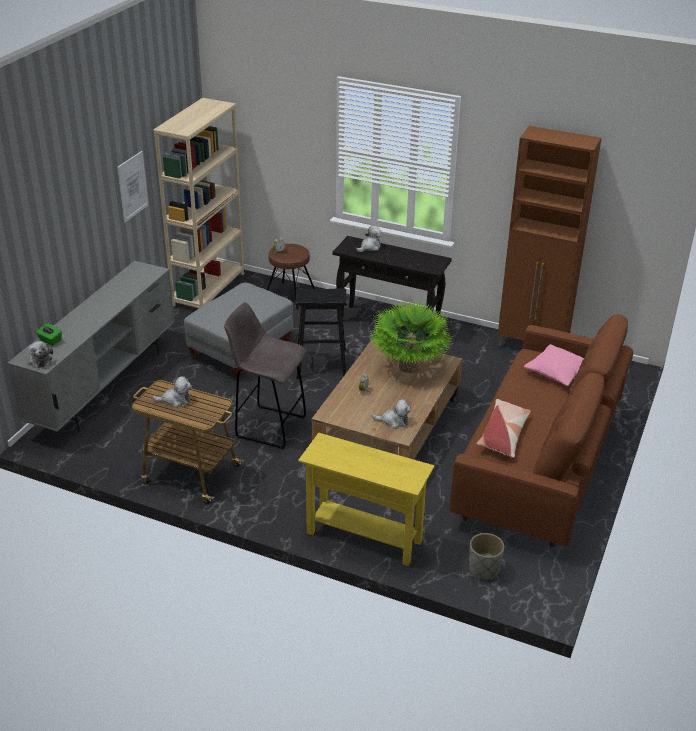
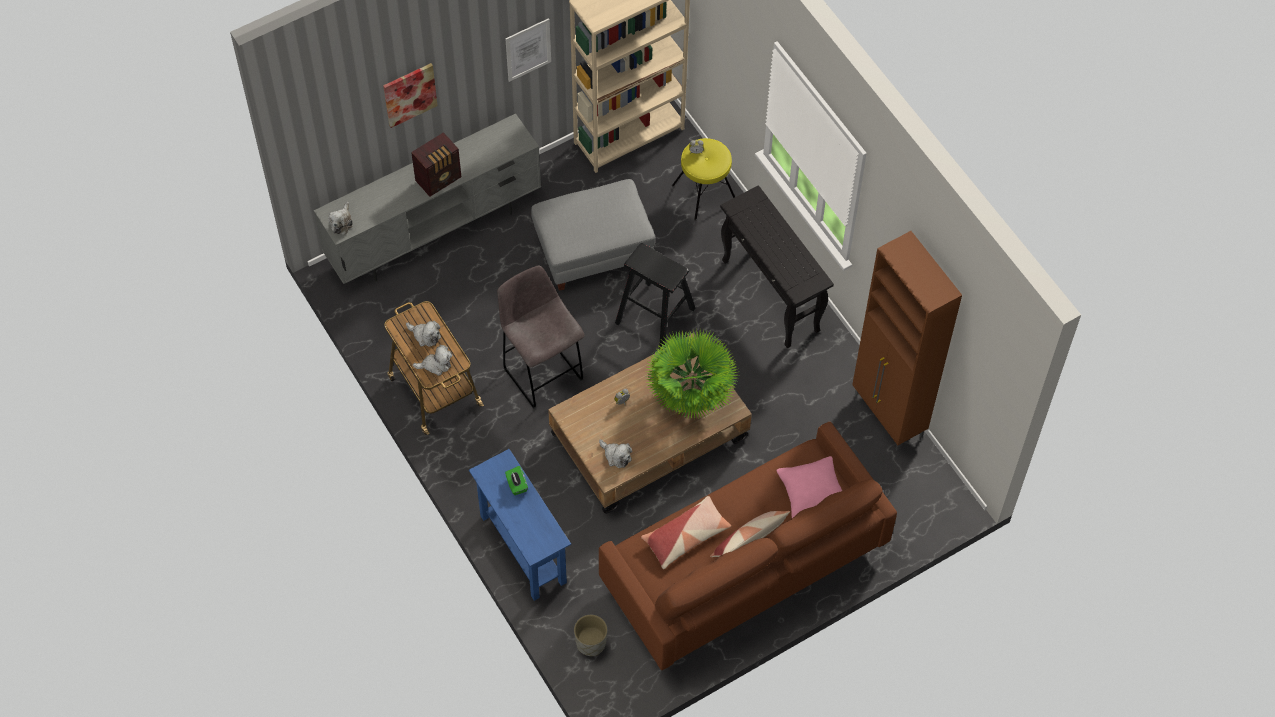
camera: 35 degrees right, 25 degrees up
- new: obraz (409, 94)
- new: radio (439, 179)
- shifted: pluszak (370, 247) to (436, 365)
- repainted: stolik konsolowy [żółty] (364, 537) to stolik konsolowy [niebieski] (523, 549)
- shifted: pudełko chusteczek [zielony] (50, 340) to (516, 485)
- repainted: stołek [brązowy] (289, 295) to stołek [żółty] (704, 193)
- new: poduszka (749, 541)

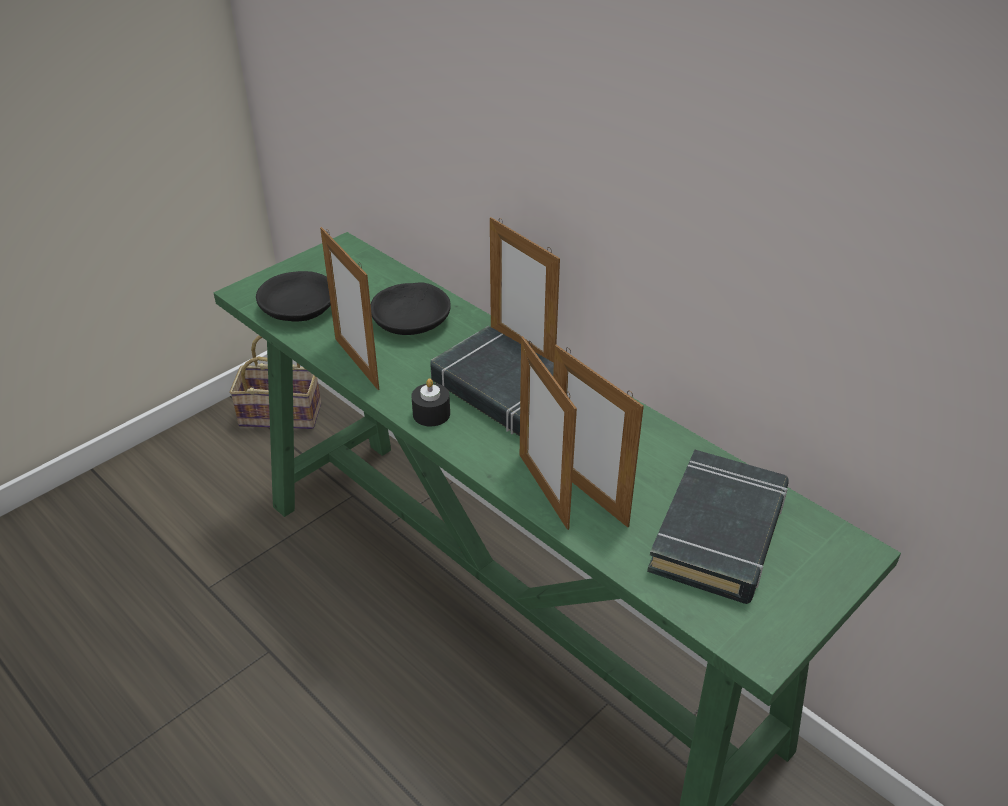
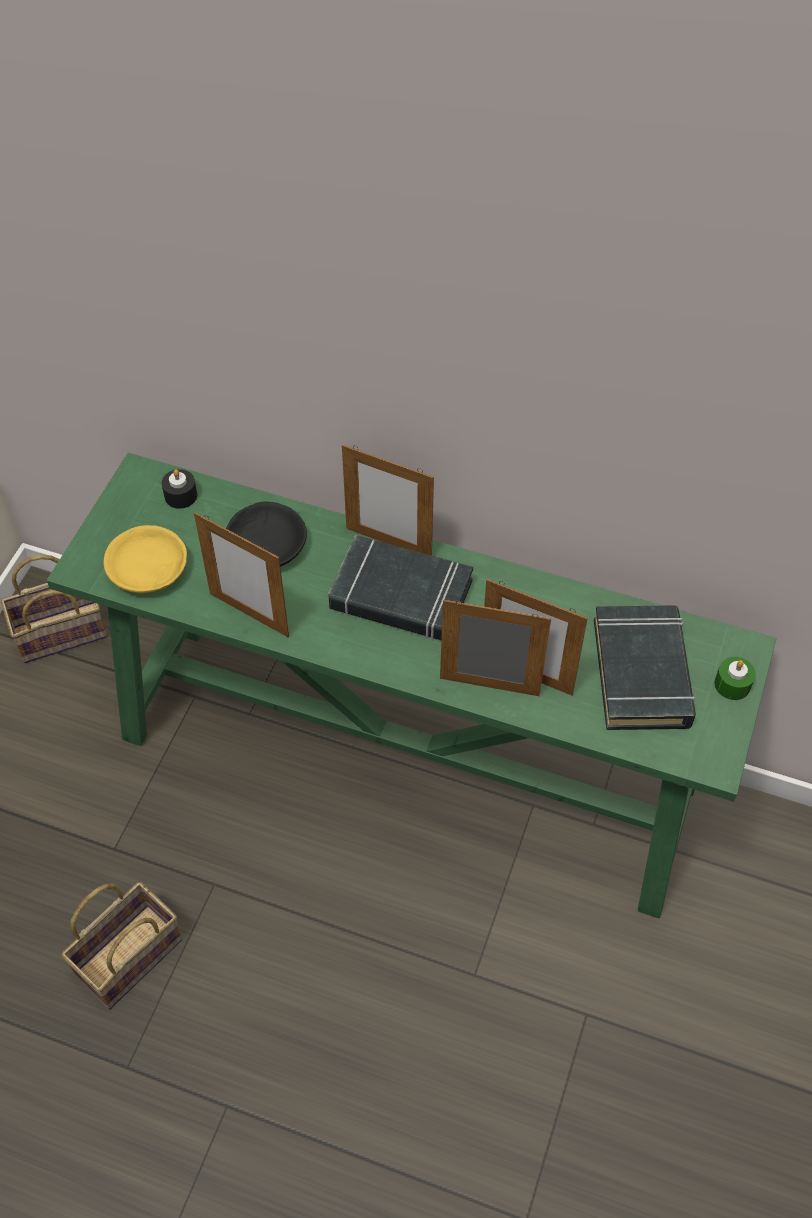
camera: 25 degrees left, 15 degrees up
- new: koszyk (130, 954)
- repainted: miska [czarny] (298, 308) to miska [żółty] (148, 570)
- shifted: świeca [czarny] (431, 414) to (181, 495)
- rotated: ramka na zdjęcie (543, 490) = (489, 686) 150 degrees clockwise
- new: świeca [zielony] (732, 684)

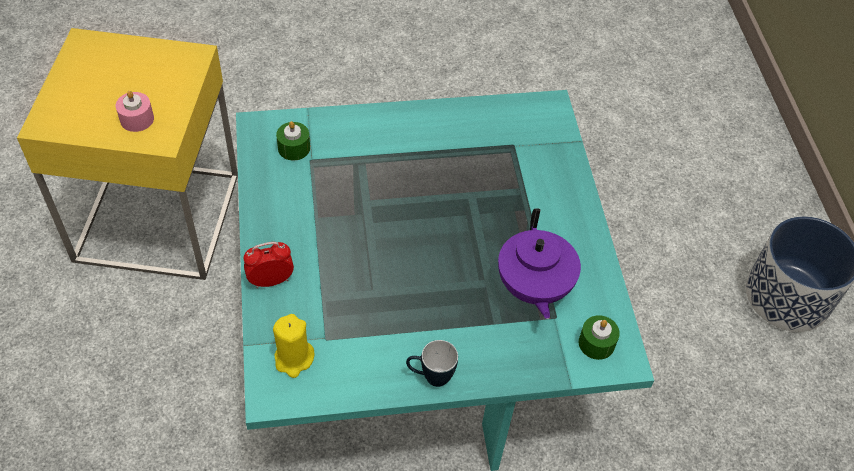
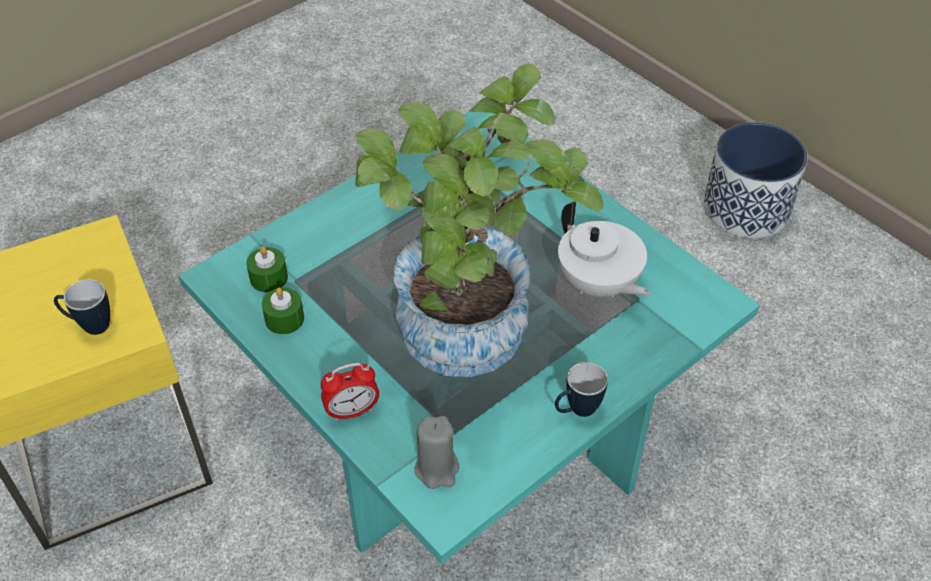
camera: 30 degrees left, 5 degrees down
- swapped: świeca [różowy] (137, 119) to kubek (89, 326)
- shifted: świeca [zielony] (596, 343) to (284, 319)
- rotated: budzik (271, 281) = (352, 411) 150 degrees counterclockwise
- new: roślina doniczkowa (468, 344)
- repainted: świeca [żółty] (294, 359) to świeca [szary] (437, 469)
- repainted: imbryk [fioletowy] (533, 288) to imbryk [biały] (598, 284)

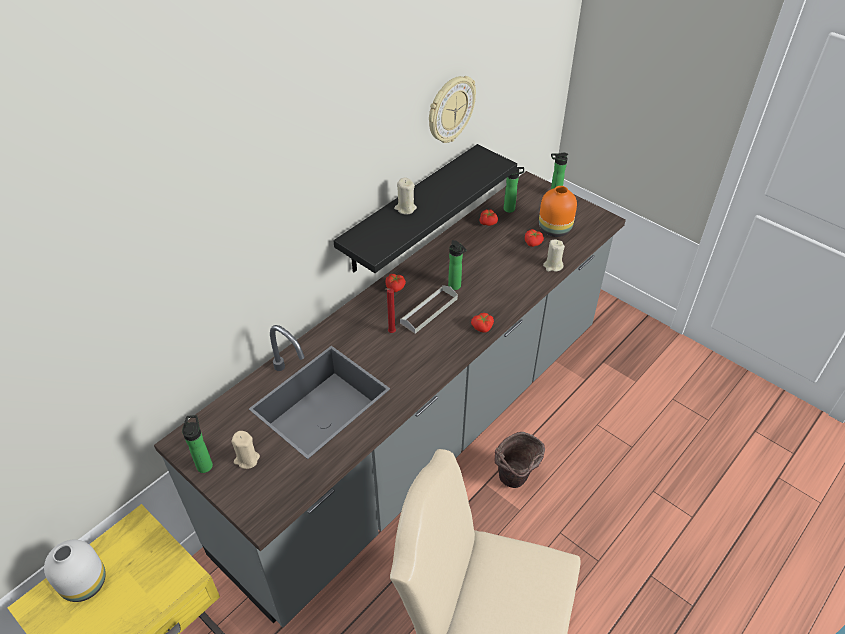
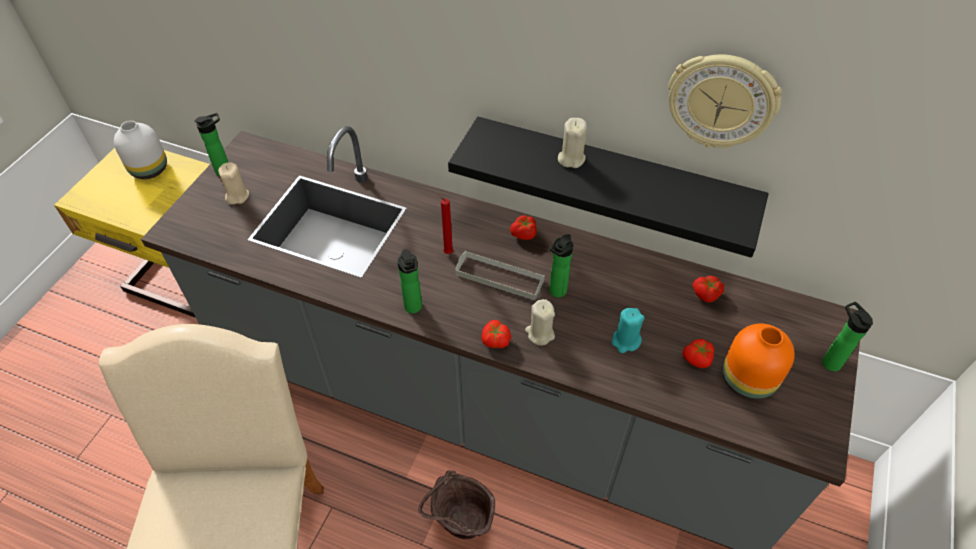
camera: 70 degrees right, 5 degrees up
- shifted: butelka (511, 209) to (414, 308)
- shifted: świeca [beżowy] (553, 266) to (540, 333)
- new: świeca [turkusowy] (625, 341)

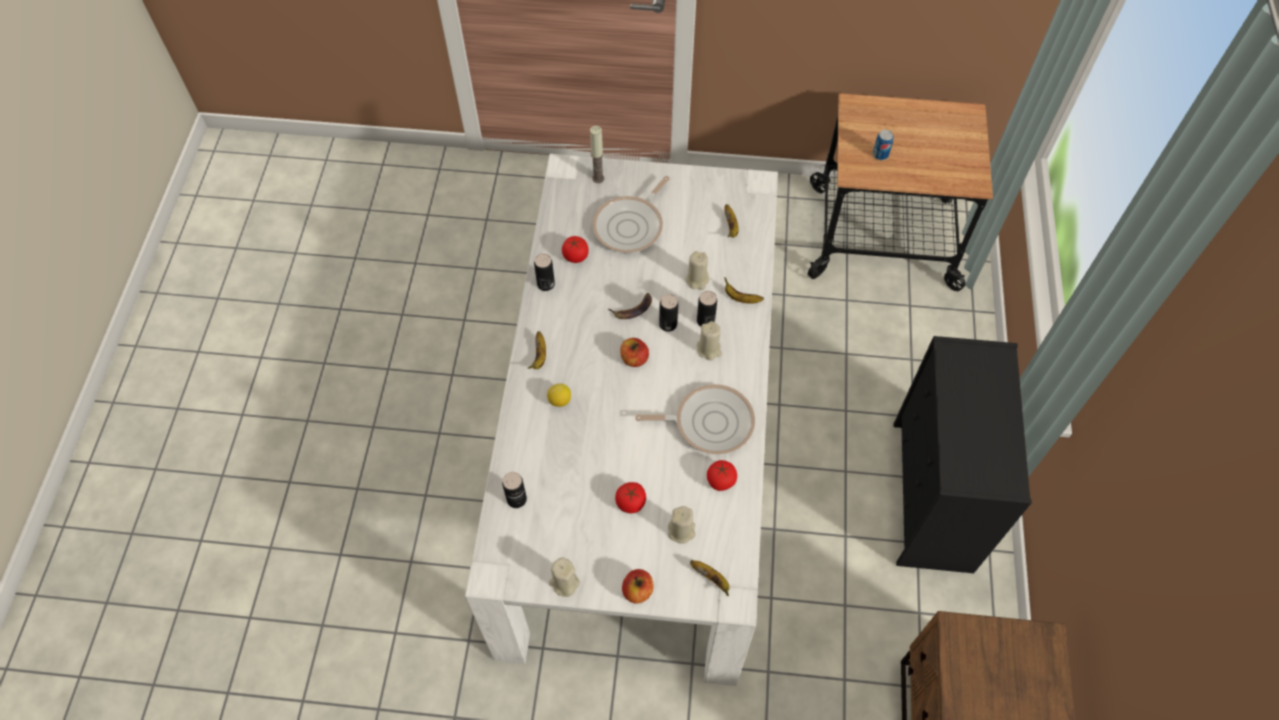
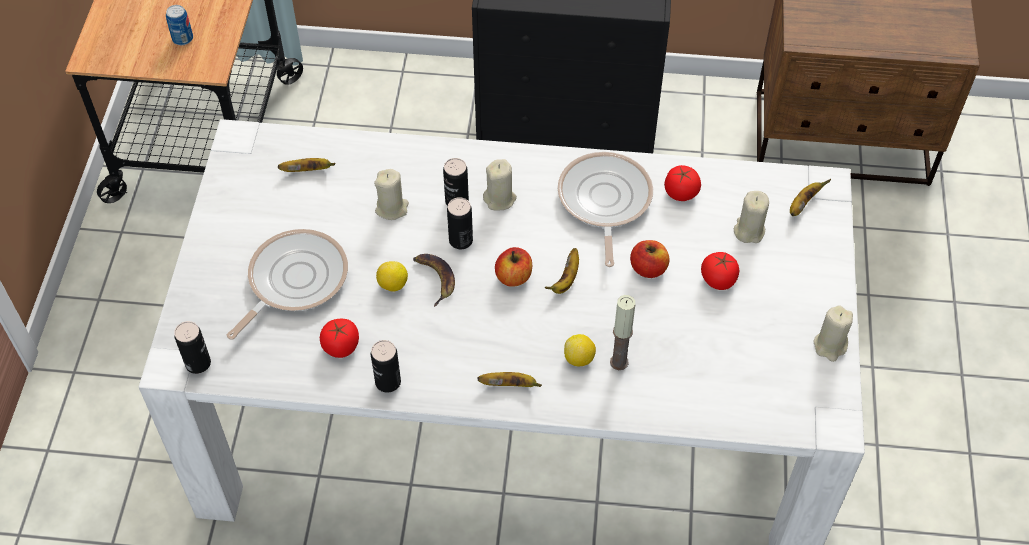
camera: 90 degrees left, 5 degrees down
- shifted: puszka (516, 499) to (198, 363)
- rotated: patelnia (631, 226) = (293, 280) 90 degrees counterclockwise
- new: cytryna (392, 285)
- shifted: banan (741, 298) to (566, 279)
- shifted: świeca (598, 178) to (619, 362)
- shifted: jabłko (638, 591) to (648, 268)

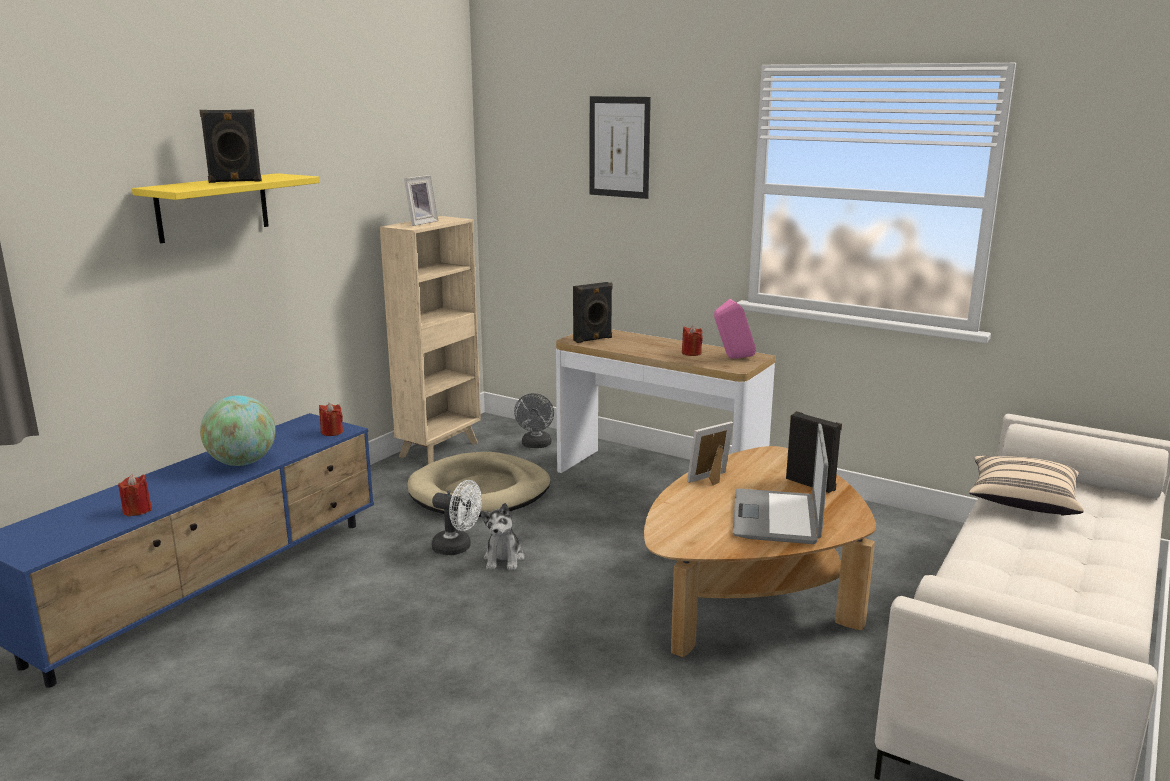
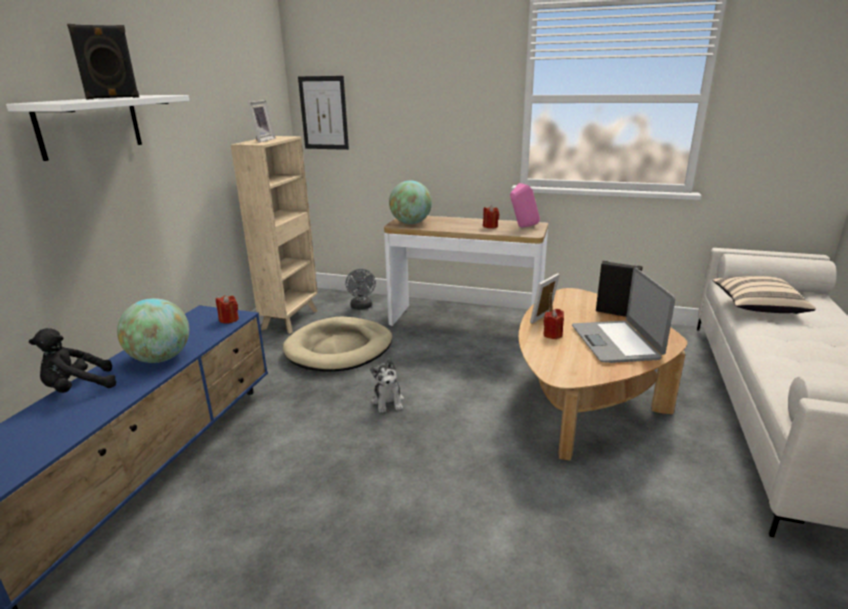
camera: 15 degrees left, 5 degrees up
- repainted: półka [żółty] (213, 207) to półka [biały] (90, 125)
- new: pluszak [czarny] (78, 388)
- shifted: obraz (619, 147) to (324, 113)
- swapped: głośnik [czarny] (593, 339) to globus (411, 223)
- shifted: świeca [czerwony] (137, 510) to (552, 335)
- gone: wentylator [biały] (457, 548)

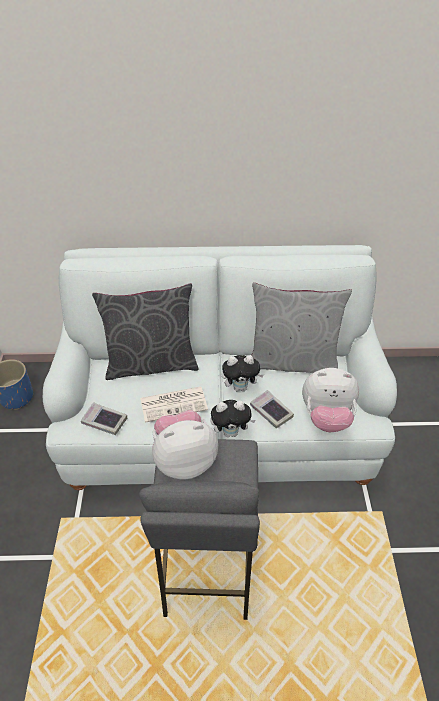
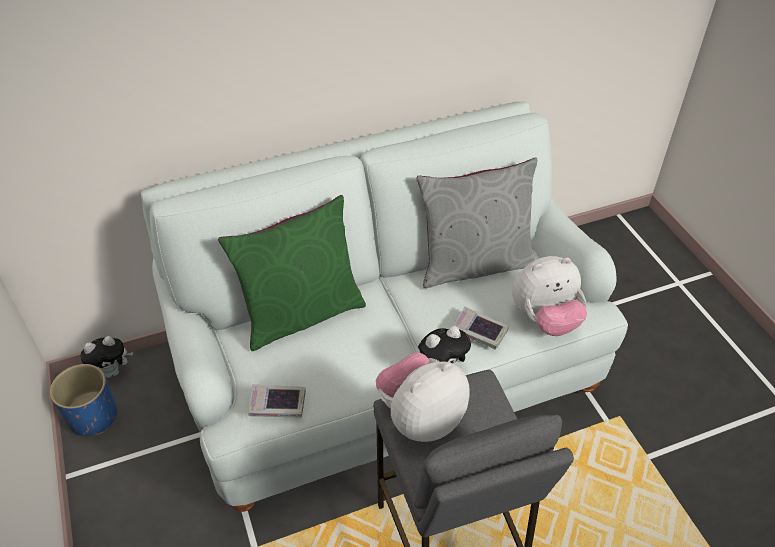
camera: 20 degrees left, 0 degrees up
- shifted: pluszak (240, 387) to (113, 371)
- repainted: poduszka [szary] (151, 363) to poduszka [zielony] (301, 314)
- gone: gazeta (174, 403)

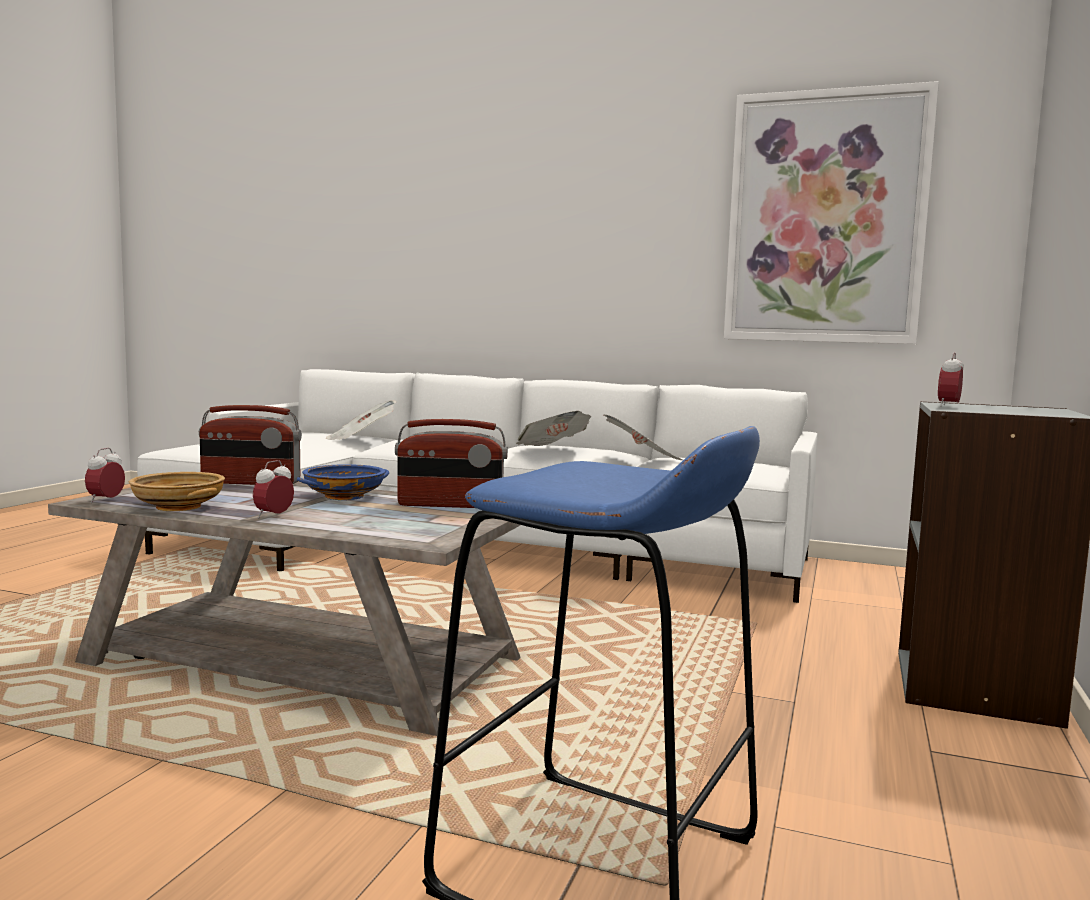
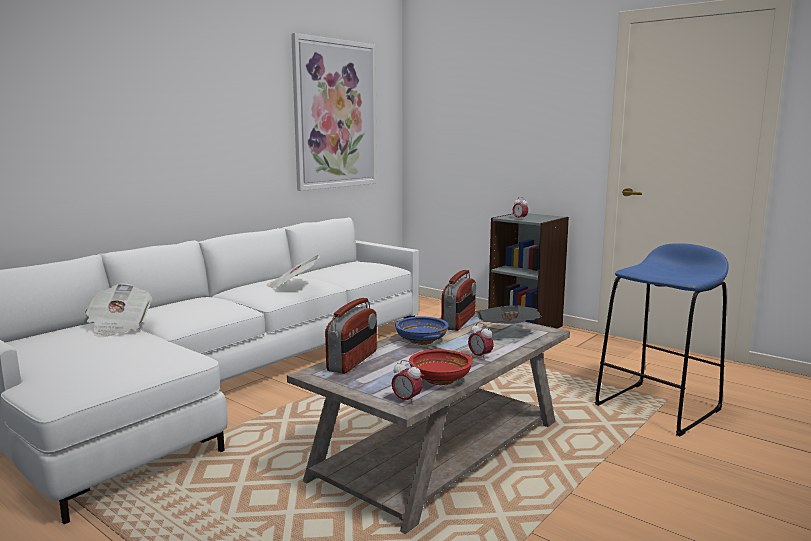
camera: 70 degrees left, 5 degrees up
- repainted: miska [beżowy] (177, 507) to miska [czerwony] (440, 379)
- shifted: gazeta (642, 459) to (507, 333)

